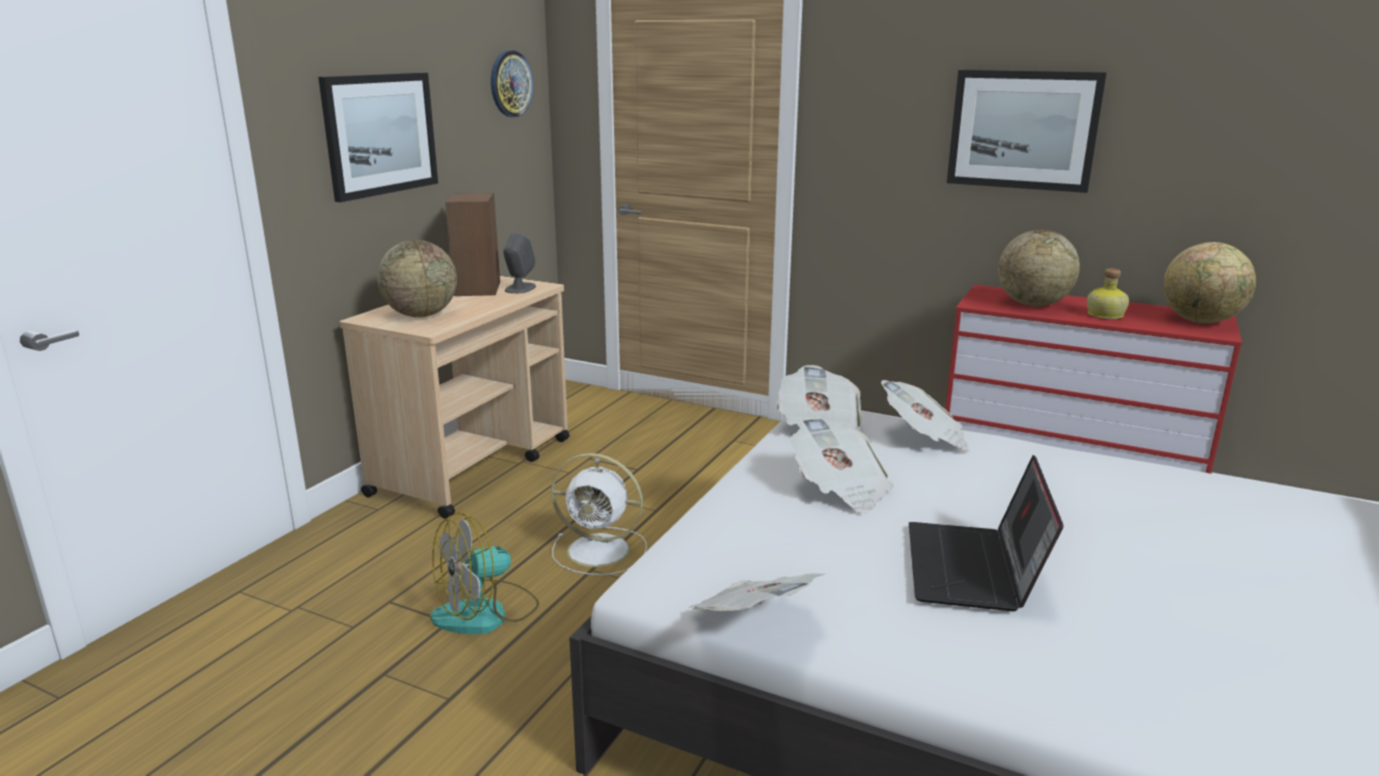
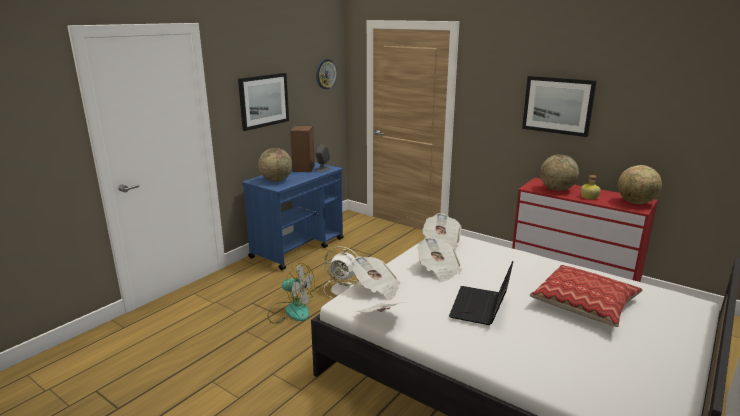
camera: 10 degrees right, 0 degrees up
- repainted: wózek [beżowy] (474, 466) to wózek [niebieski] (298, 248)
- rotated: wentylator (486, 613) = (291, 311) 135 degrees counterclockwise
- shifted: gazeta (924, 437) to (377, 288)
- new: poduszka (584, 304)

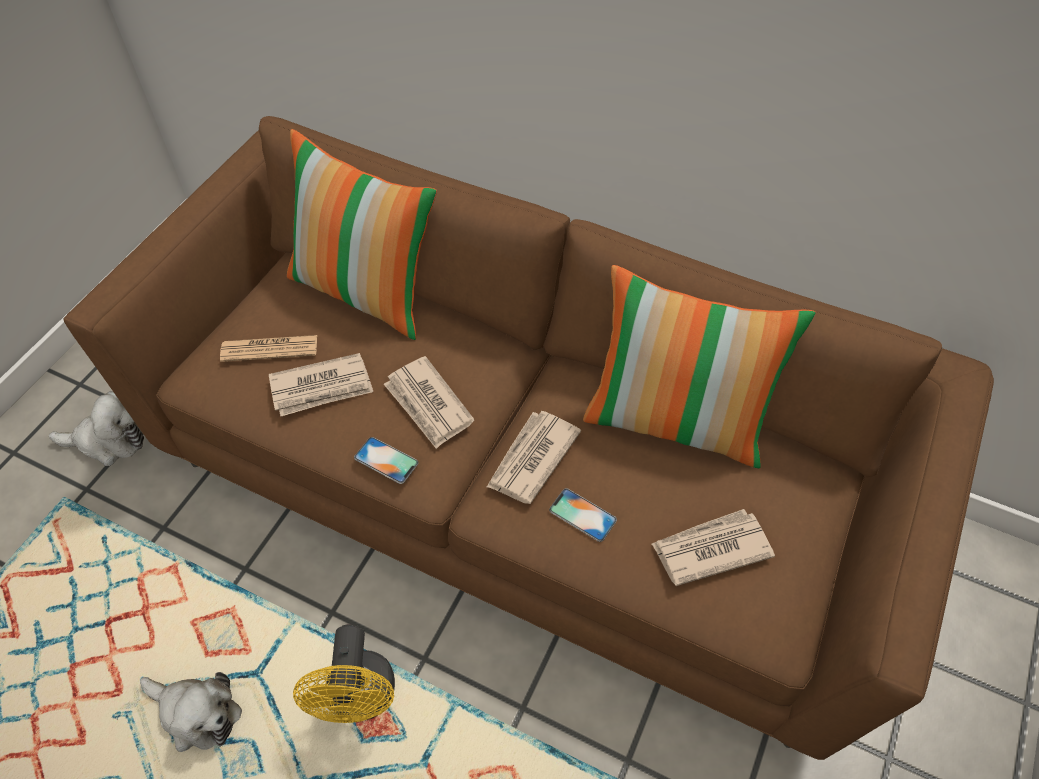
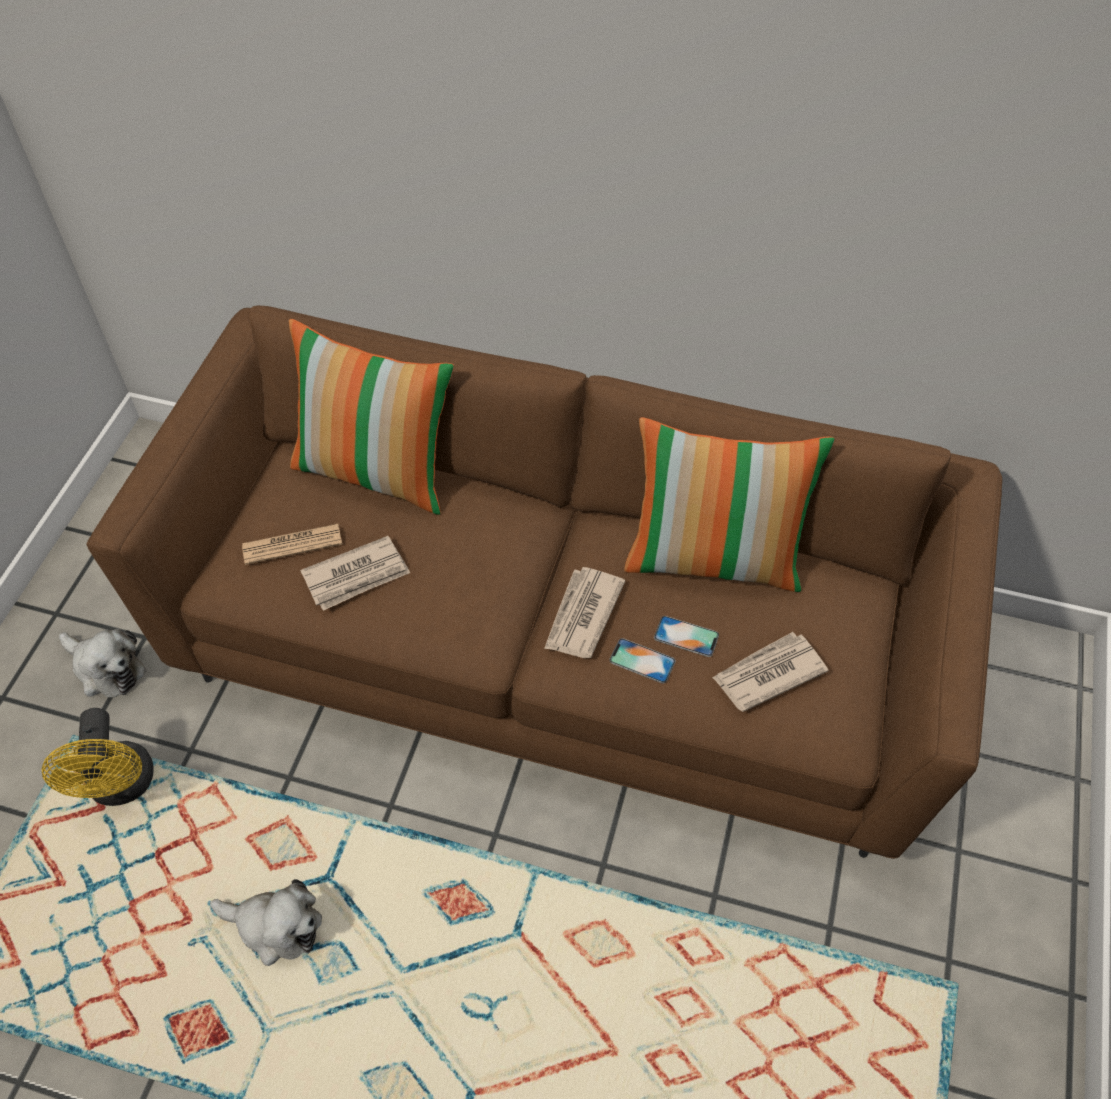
camera: 10 degrees left, 0 degrees up
- shifted: wentylator [żółty] (361, 700) to (121, 787)
- rotated: pluszak (109, 440) = (106, 669) 45 degrees clockwise
- shifted: telefon (386, 460) to (686, 636)
- gone: gazeta (428, 405)

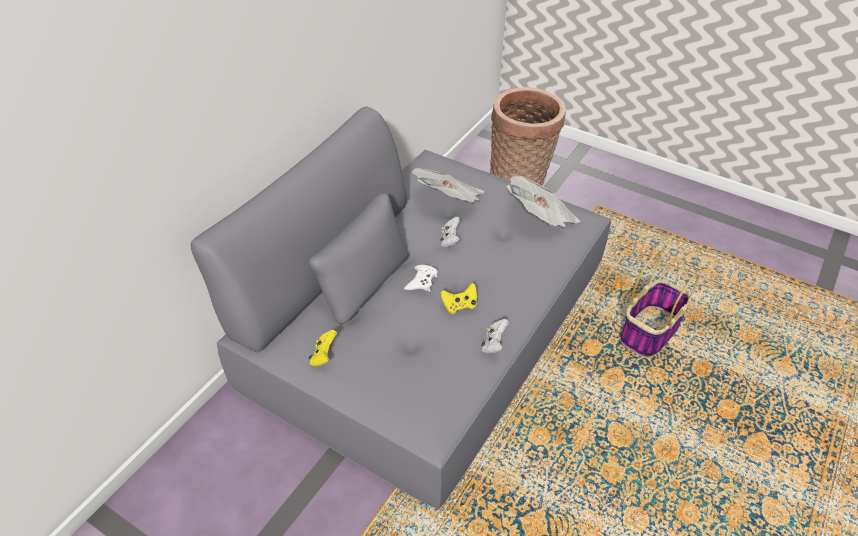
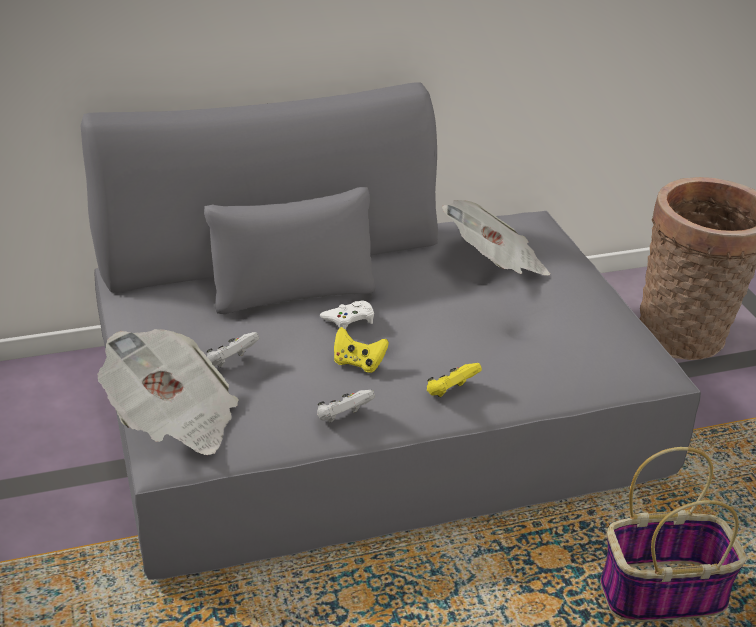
camera: 40 degrees right, 10 degrees down
- shifted: gazeta (541, 218) to (173, 419)
- shifted: pad do gier [biały] (450, 240) to (231, 362)
- shifted: pad do gier [żółty] (323, 356) to (450, 392)

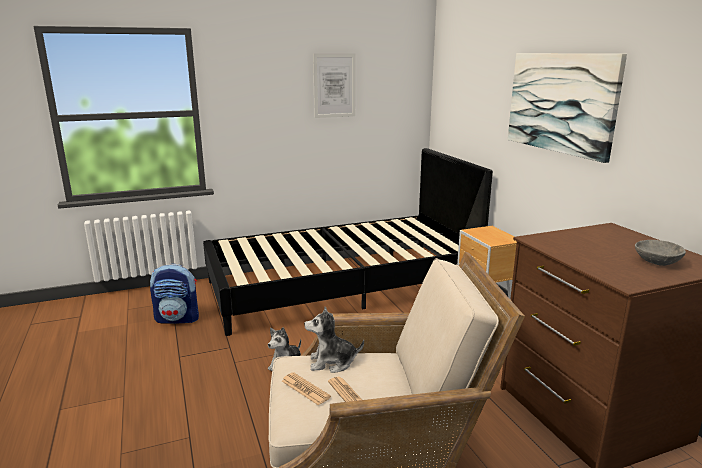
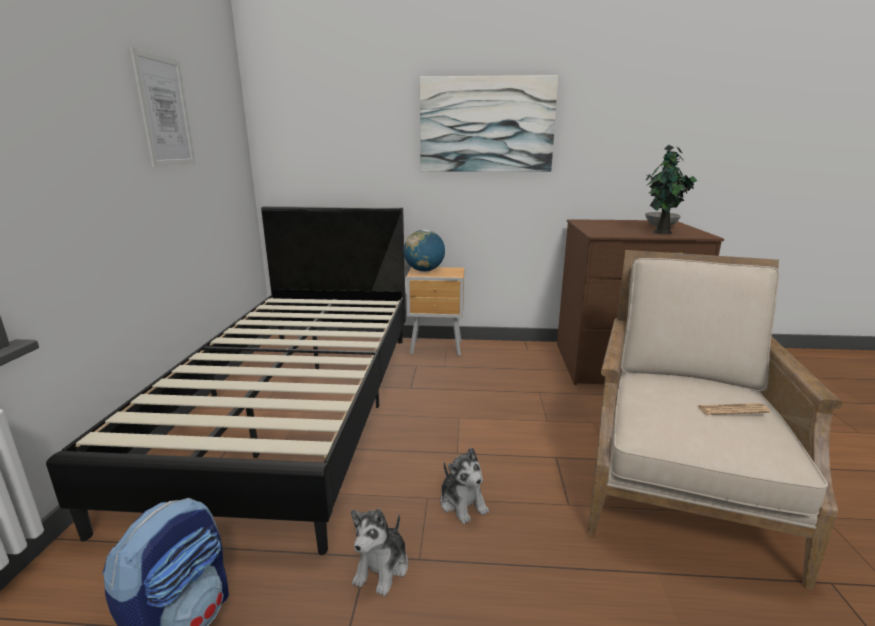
camera: 65 degrees left, 0 degrees up
- shifted: pluszak (332, 362) to (382, 568)
- new: globus (424, 271)
- new: roślina doniczkowa (662, 233)
- gone: gazeta (305, 389)

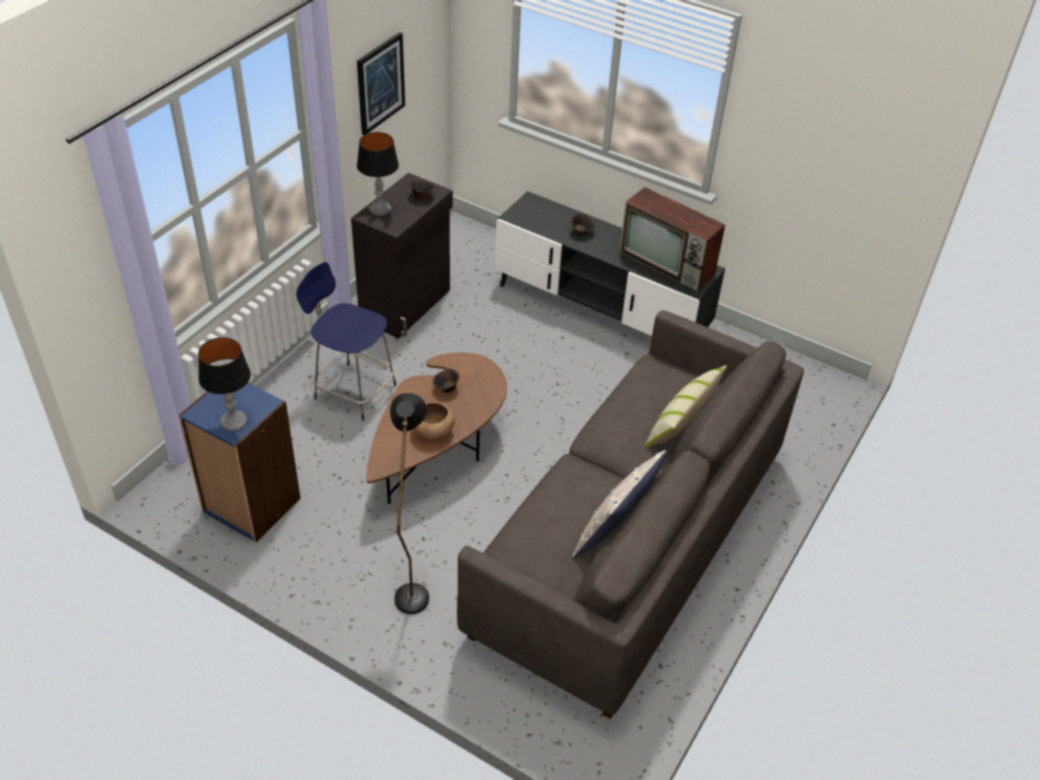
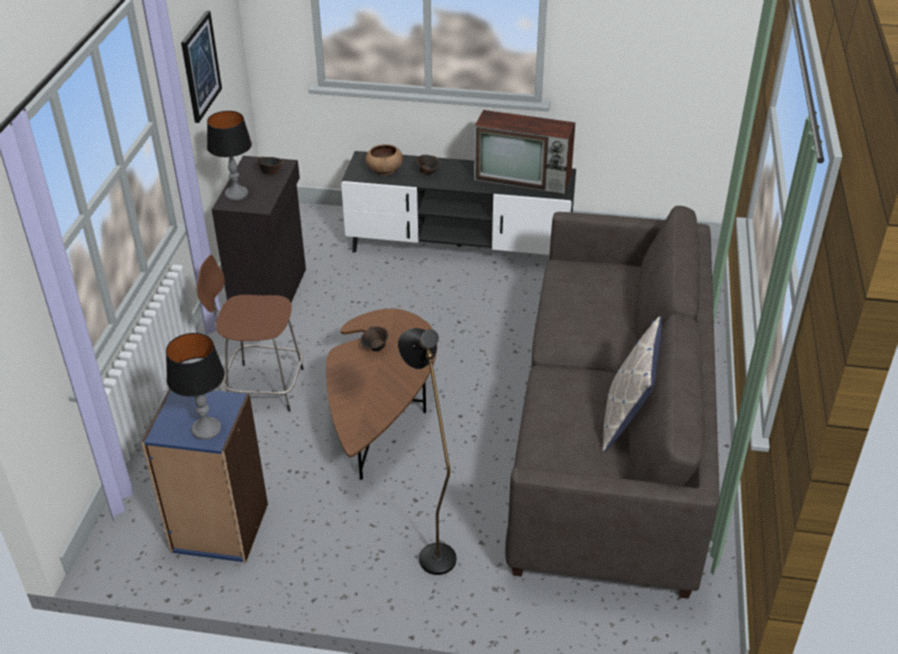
camera: 20 degrees left, 5 degrees down
- repainted: stołek [niebieski] (353, 390) to stołek [brązowy] (262, 387)
- shifted: miska [brązowy] (432, 430) to (384, 170)
- gone: poduszka (681, 422)

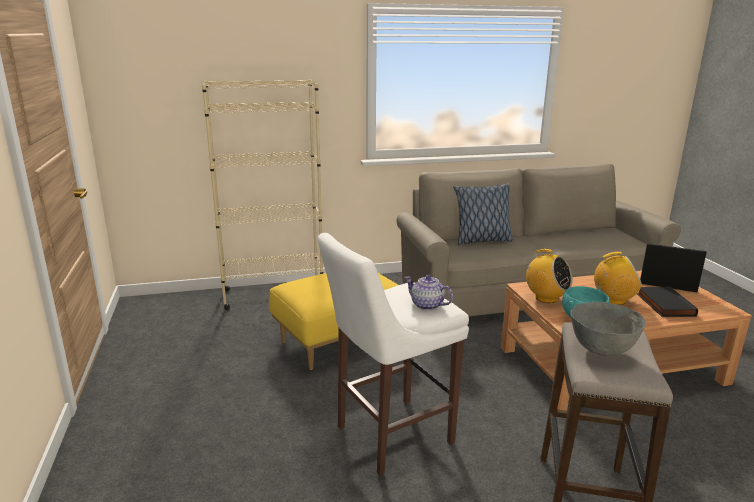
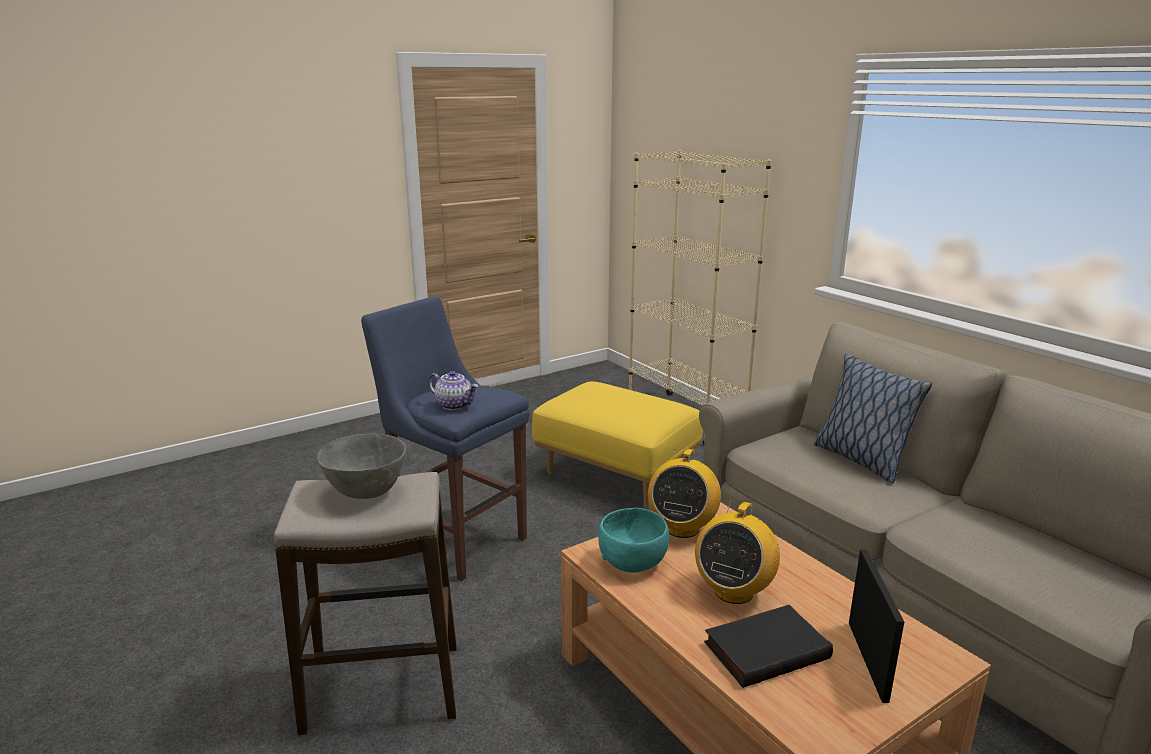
camera: 70 degrees right, 0 degrees up
- repainted: stołek [biały] (389, 436) to stołek [niebieski] (456, 539)
- rotated: imbryk (426, 305) = (455, 405) 105 degrees clockwise
- rotated: radio (613, 300) = (733, 591) 45 degrees clockwise

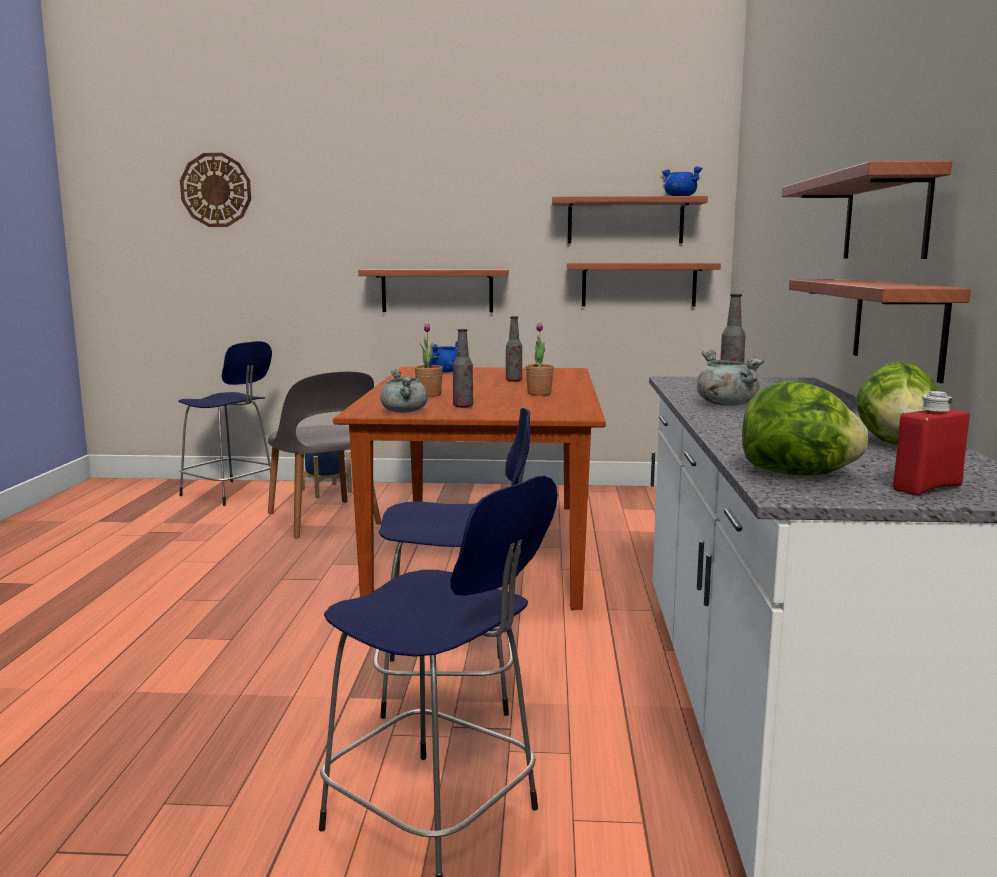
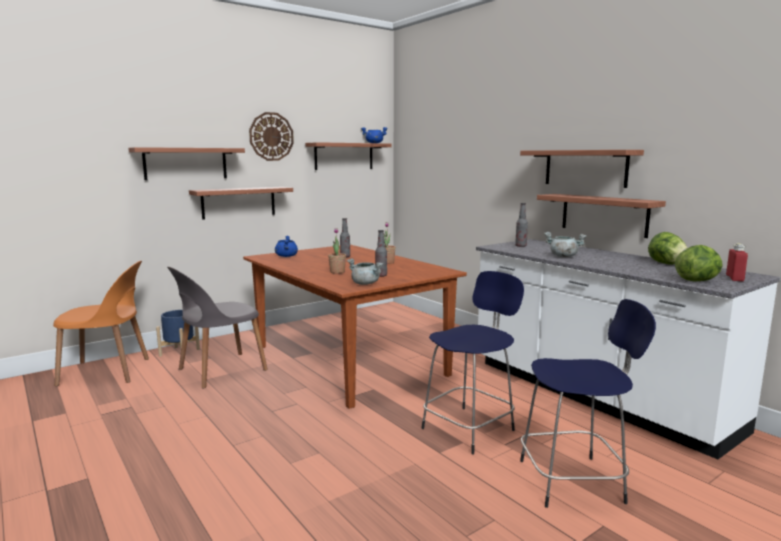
camera: 40 degrees left, 0 degrees up
- swapped: stołek [niebieski] (230, 493) to krzesło [pomarańczowy] (107, 372)
- shifted: półka (639, 284) to (186, 163)
- rotated: krzesło [szary] (324, 520) = (220, 370) 120 degrees clockwise
- shifted: zegar ścienny (216, 190) to (271, 136)

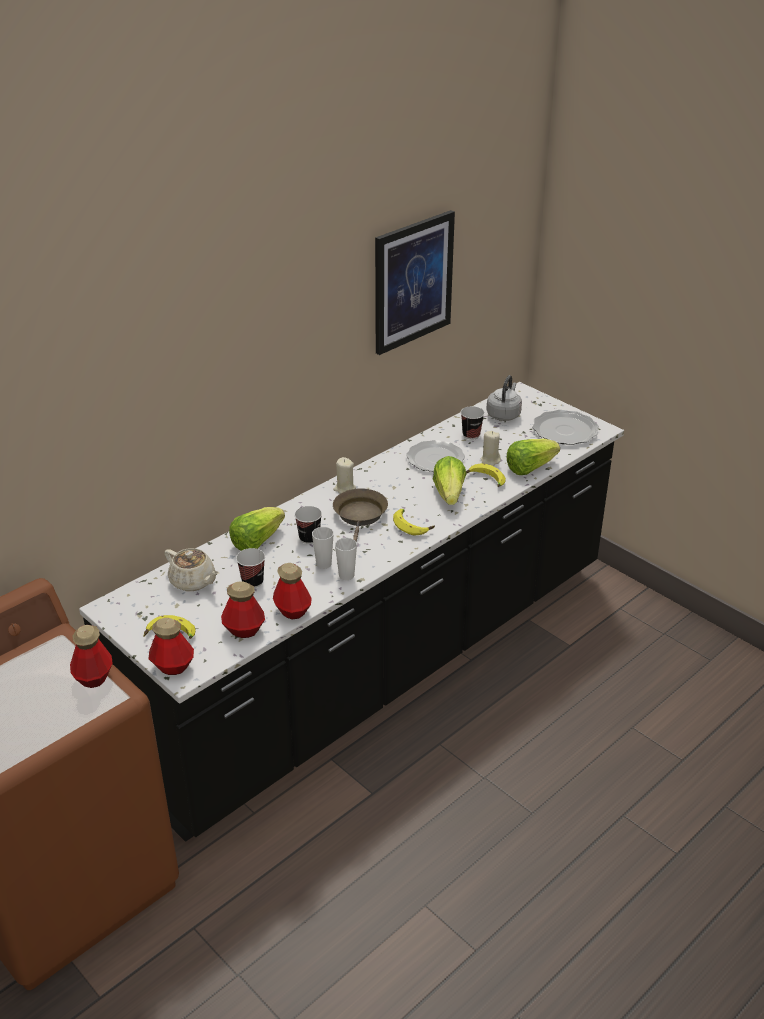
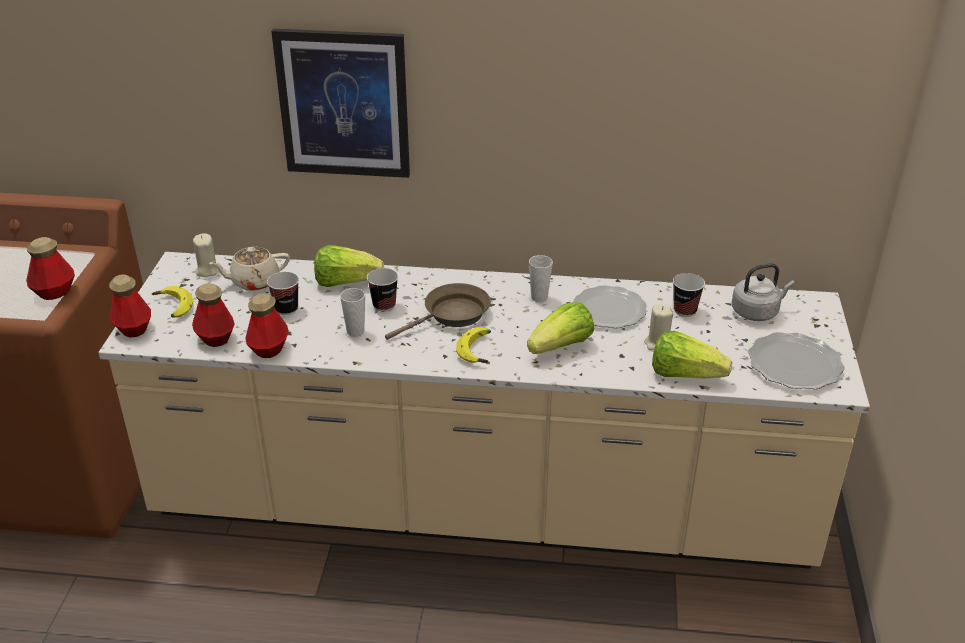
camera: 50 degrees right, 0 degrees up
- repainted: zabudowa kuchenna [czarny] (382, 665) to zabudowa kuchenna [beżowy] (482, 505)
- shifted: świeca [beżowy] (344, 489) to (207, 270)
- rotated: imbryk [beżowy] (193, 581) = (254, 281) 75 degrees clockwise
- shifted: obraz (413, 282) to (343, 104)
- shifted: filiżanka (346, 575) to (539, 297)
- gone: banan (485, 480)

